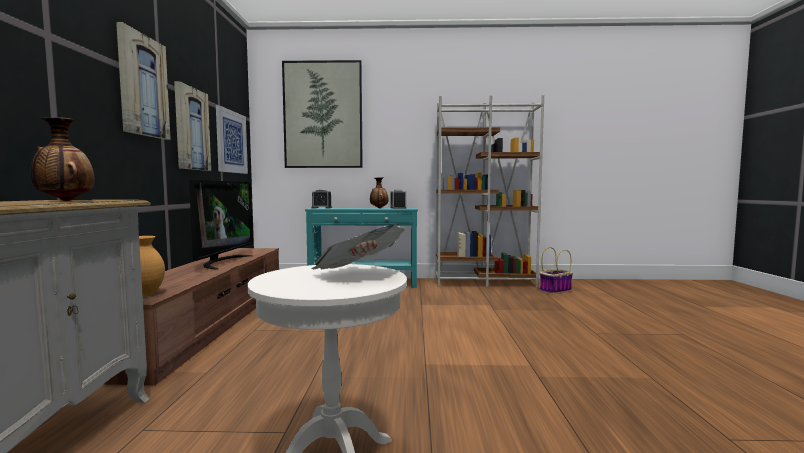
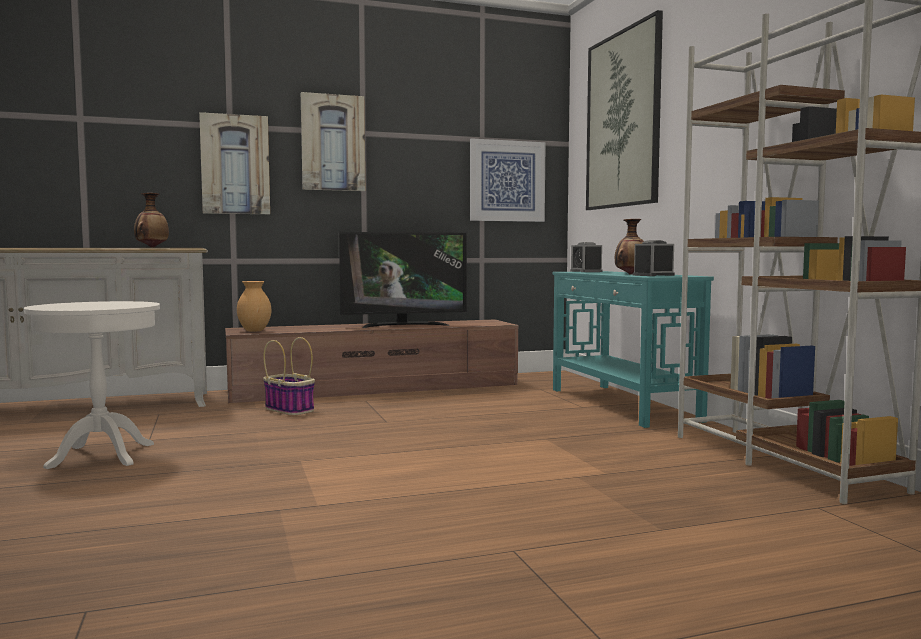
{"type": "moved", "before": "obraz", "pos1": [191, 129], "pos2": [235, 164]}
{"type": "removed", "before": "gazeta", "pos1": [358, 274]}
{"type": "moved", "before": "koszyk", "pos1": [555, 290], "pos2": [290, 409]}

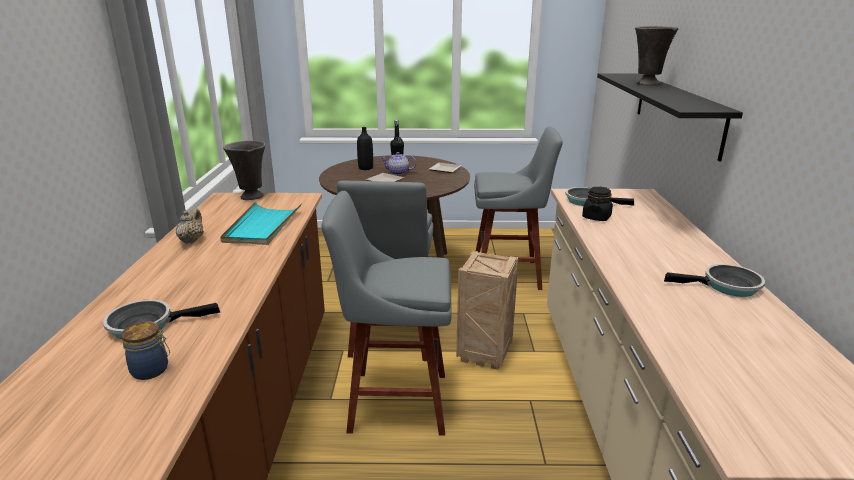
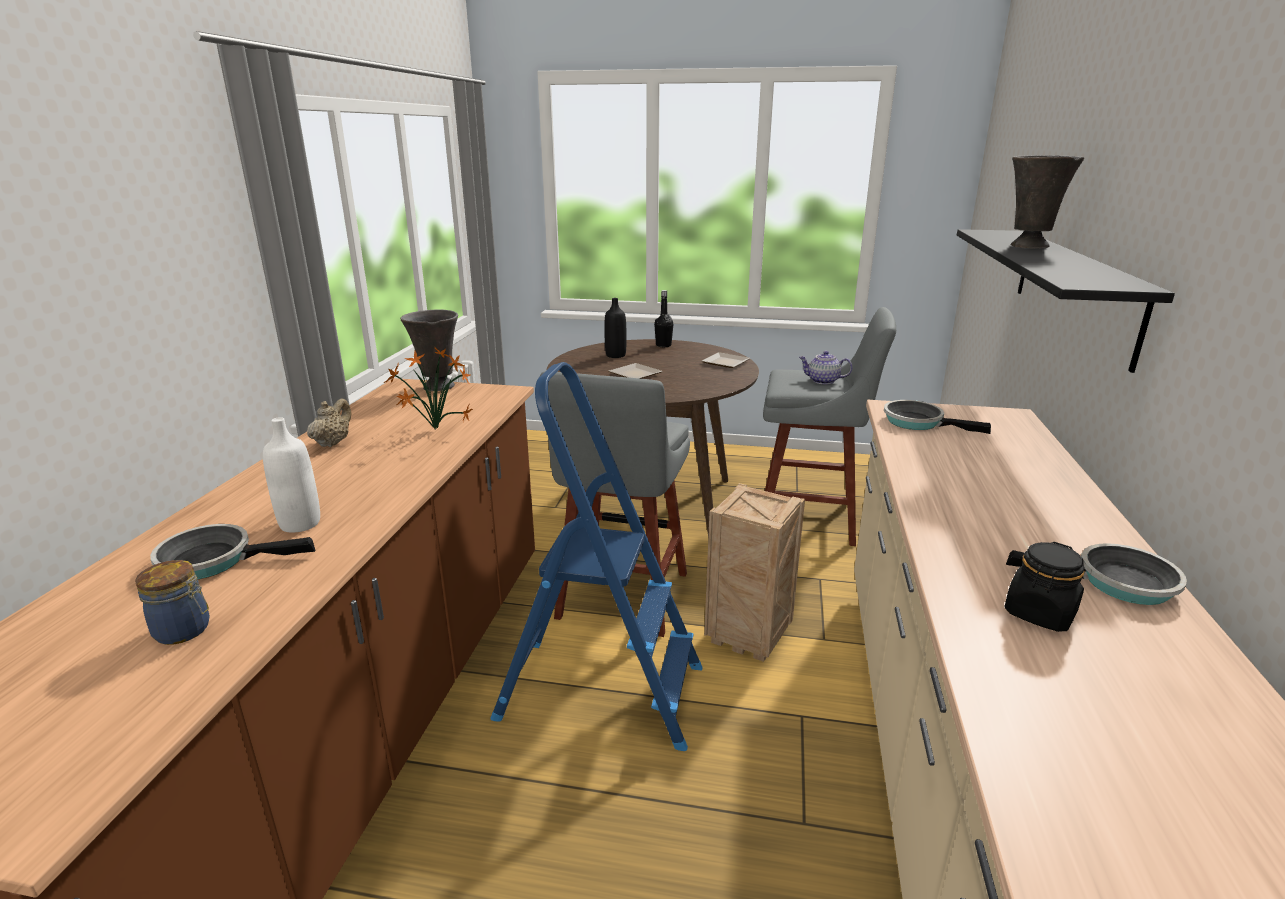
{"type": "replaced", "before": "taca (turkusowy)", "after": "roślina doniczkowa", "pos1": [262, 226], "pos2": [433, 429]}
{"type": "replaced", "before": "stołek (szary)", "after": "drabinka (niebieski)", "pos1": [395, 401], "pos2": [603, 692]}
{"type": "moved", "before": "imbryk", "pos1": [398, 172], "pos2": [823, 381]}
{"type": "moved", "before": "słoik (czarny)", "pos1": [596, 217], "pos2": [1039, 613]}
{"type": "added", "after": "butelka (biały)", "pos2": [300, 523]}

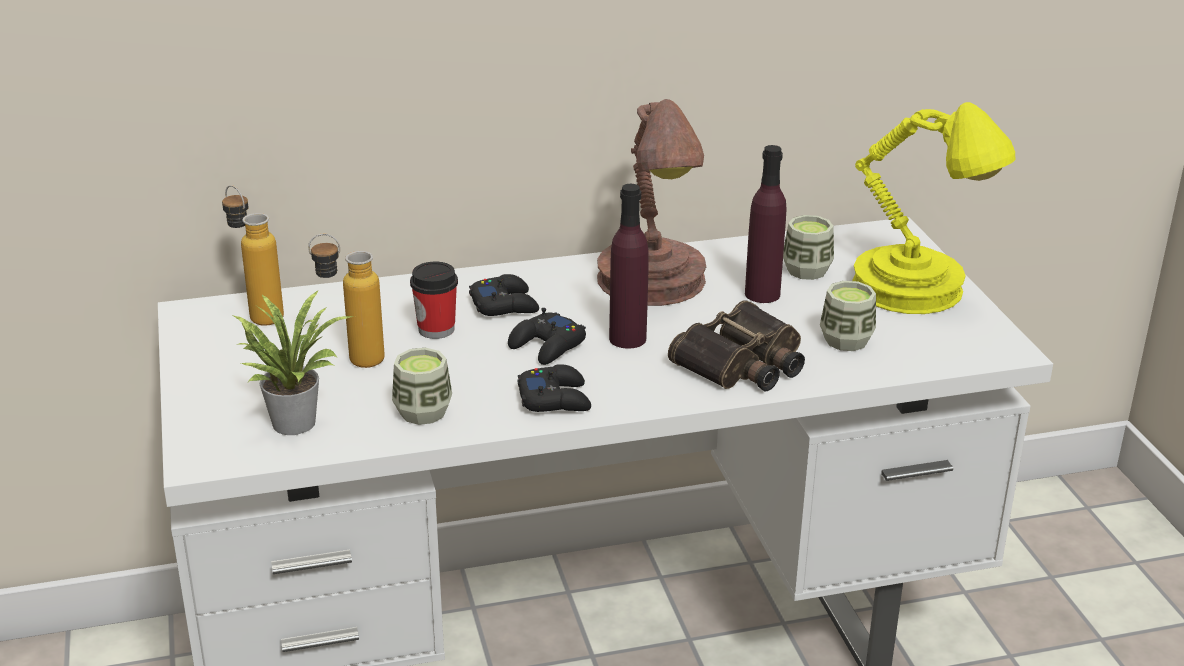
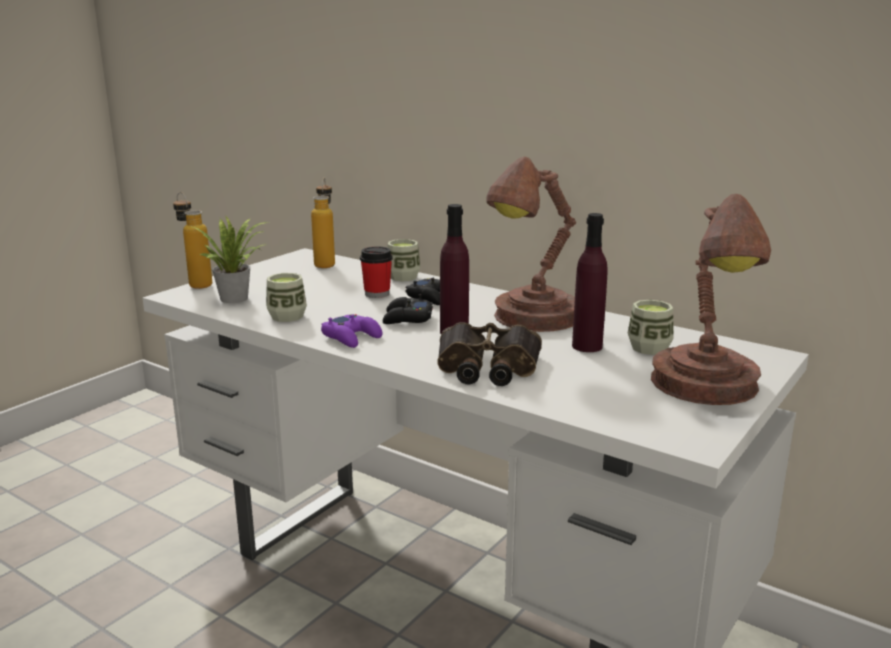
{"type": "moved", "before": "butelka", "pos1": [352, 360], "pos2": [196, 283]}
{"type": "recoloured", "before": "pad do gier (czarny)", "after": "pad do gier (fioletowy)", "pos1": [555, 399], "pos2": [352, 337]}
{"type": "moved", "before": "filiżanka", "pos1": [846, 340], "pos2": [403, 277]}
{"type": "recoloured", "before": "lampa stołowa (żółty)", "after": "lampa stołowa (brązowy)", "pos1": [916, 290], "pos2": [706, 386]}

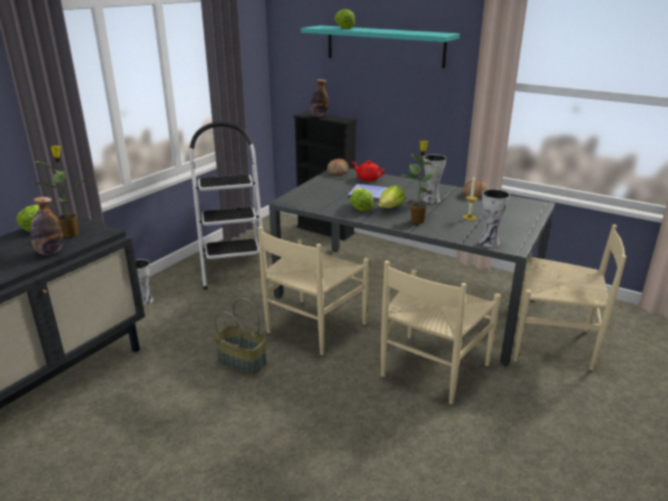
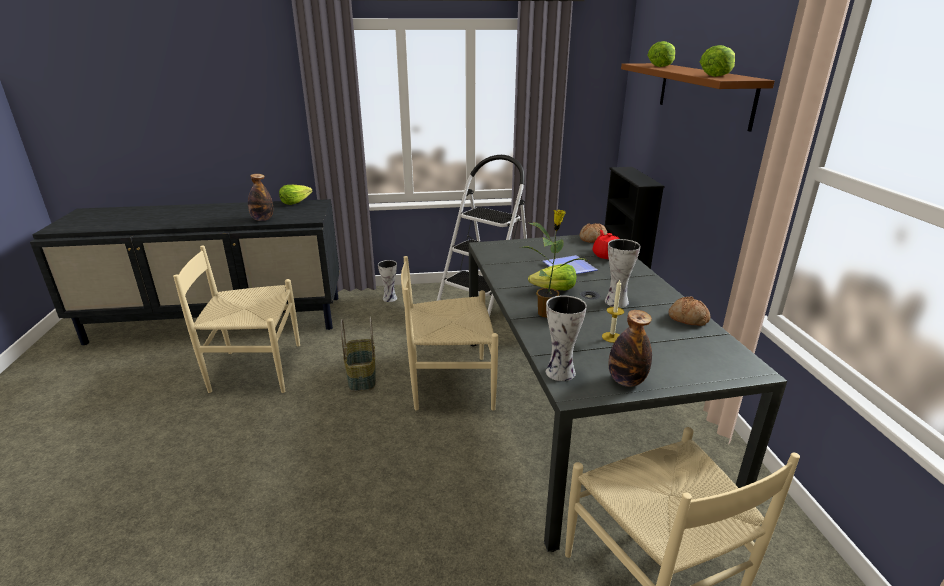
{"type": "removed", "before": "roślina doniczkowa", "pos1": [71, 234]}
{"type": "recoloured", "before": "półka (turkusowy)", "after": "półka (brązowy)", "pos1": [384, 46], "pos2": [703, 93]}
{"type": "moved", "before": "butelka", "pos1": [319, 116], "pos2": [626, 381]}
{"type": "moved", "before": "sałata", "pos1": [360, 207], "pos2": [716, 75]}
{"type": "moved", "before": "krzesło (beżowy)", "pos1": [431, 370], "pos2": [255, 369]}

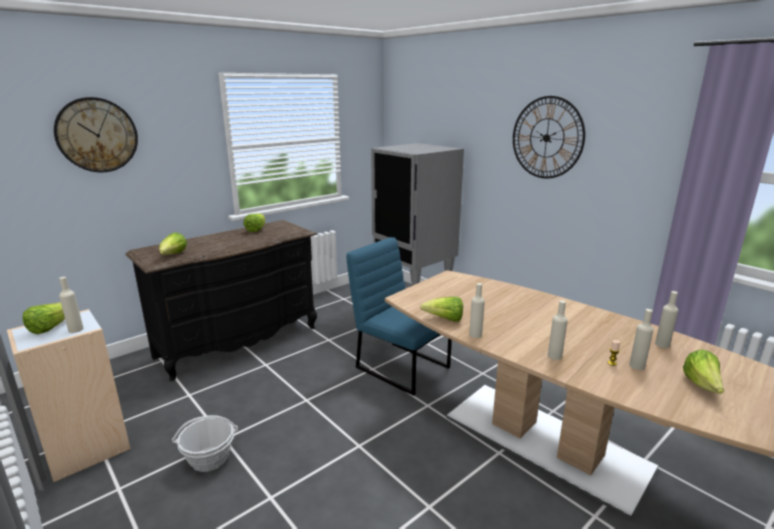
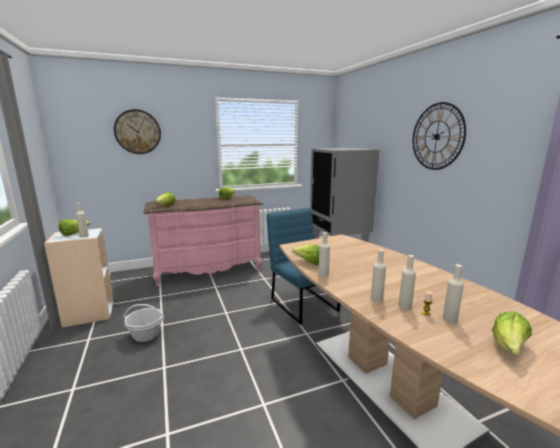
{"type": "recoloured", "before": "komoda (czarny)", "after": "komoda (różowy)", "pos1": [240, 342], "pos2": [209, 271]}
{"type": "moved", "before": "butelka (beżowy)", "pos1": [662, 344], "pos2": [405, 306]}

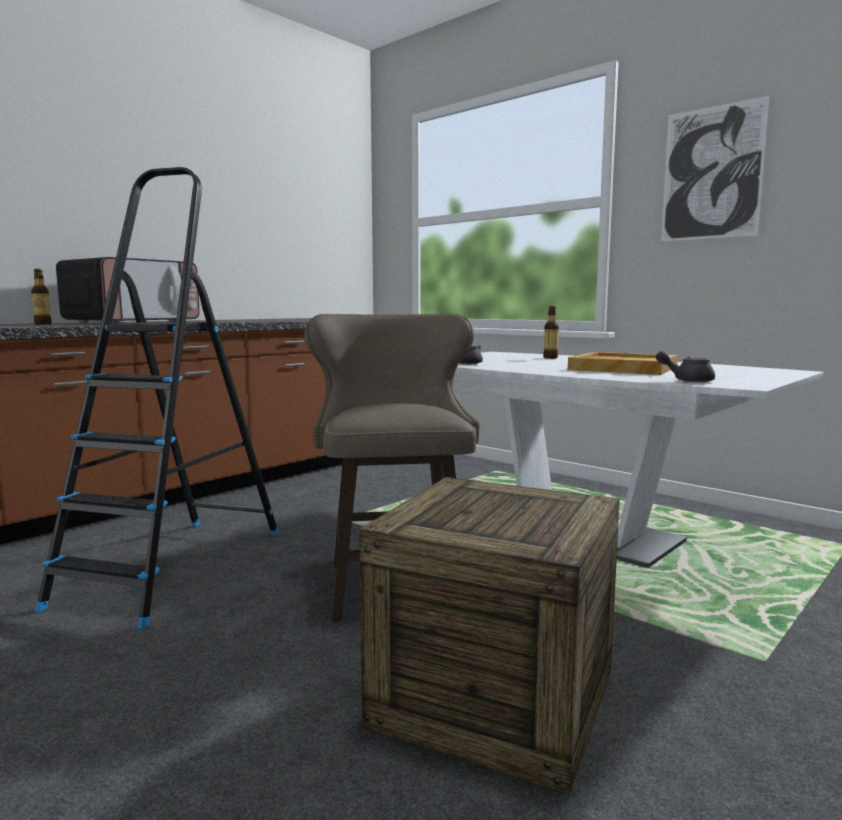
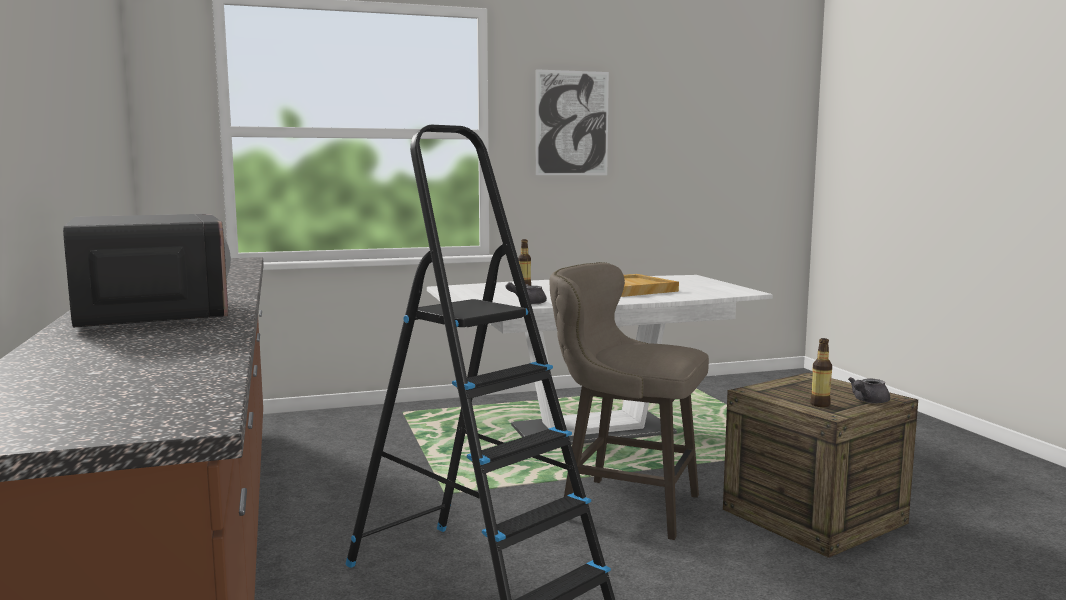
{"type": "moved", "before": "butelka", "pos1": [43, 324], "pos2": [820, 404]}
{"type": "moved", "before": "imbryk (szary)", "pos1": [687, 380], "pos2": [867, 401]}

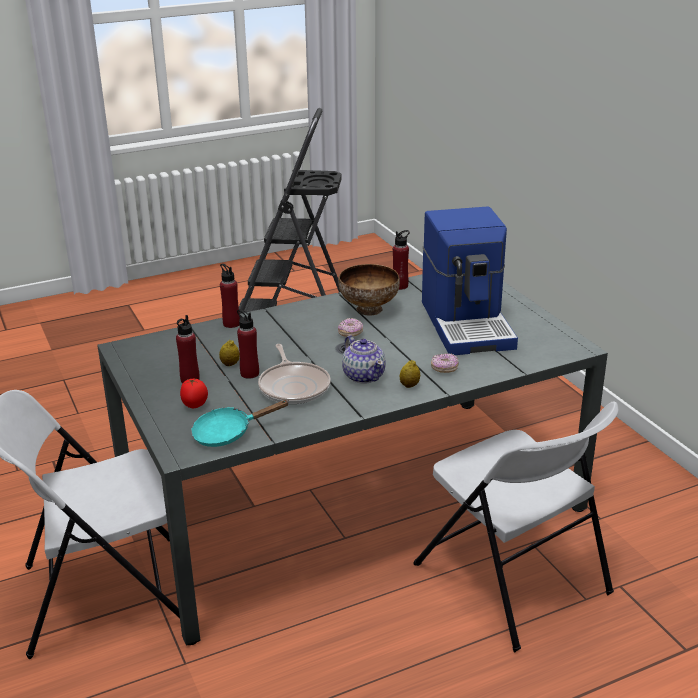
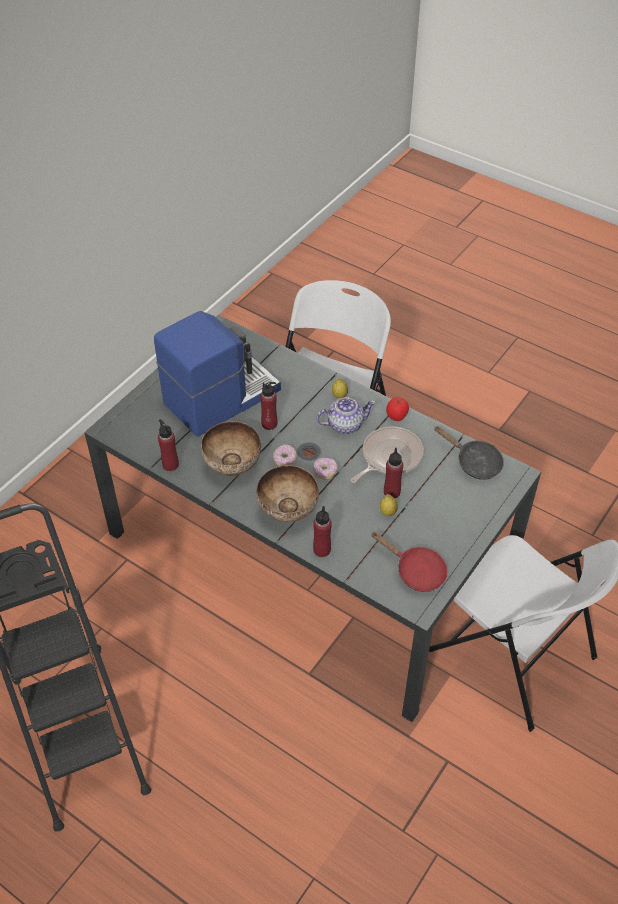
{"type": "moved", "before": "butelka (czerwony)", "pos1": [190, 380], "pos2": [269, 424]}
{"type": "moved", "before": "pomidor", "pos1": [194, 406], "pos2": [397, 416]}
{"type": "recoloured", "before": "patelnia (turkusowy)", "after": "patelnia (czarny)", "pos1": [228, 433], "pos2": [474, 462]}
{"type": "turned", "before": "imbryk", "pos1": [364, 376], "pos2": [344, 424], "turn": 45}
{"type": "moved", "before": "donut", "pos1": [444, 369], "pos2": [325, 471]}
{"type": "added", "after": "miska", "pos2": [287, 512]}
{"type": "added", "after": "patelnia (czerwony)", "pos2": [416, 571]}

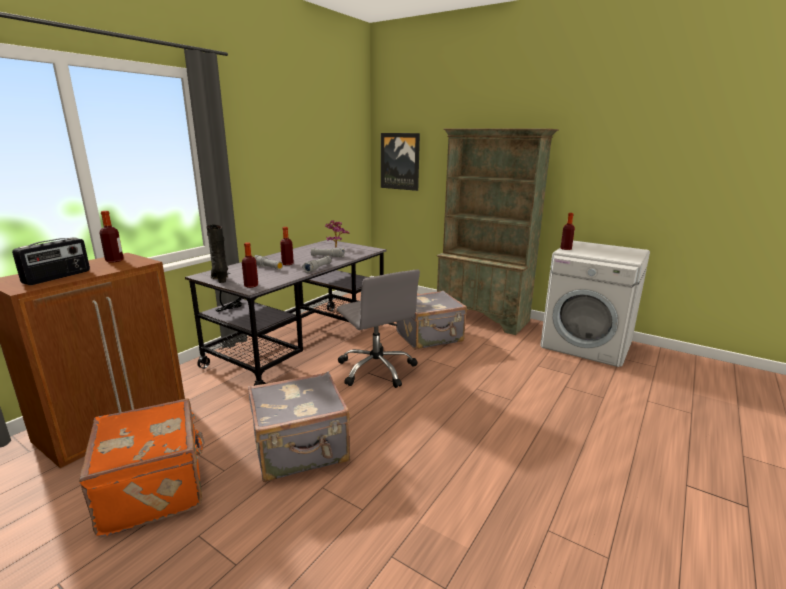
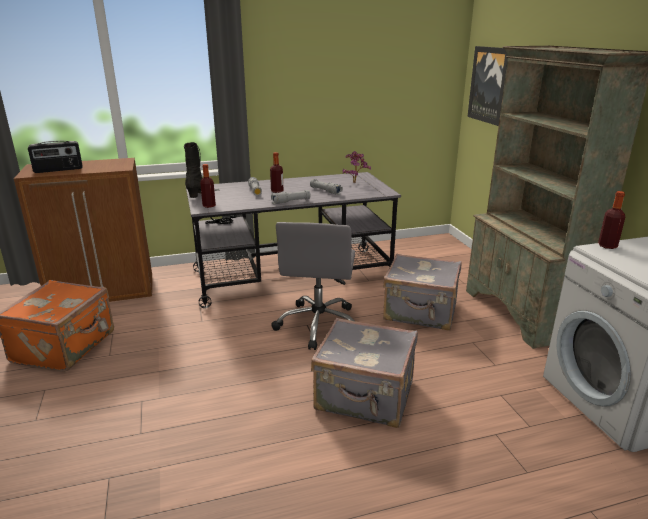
{"type": "removed", "before": "butelka", "pos1": [114, 260]}
{"type": "moved", "before": "walizka (szary)", "pos1": [301, 450], "pos2": [365, 397]}

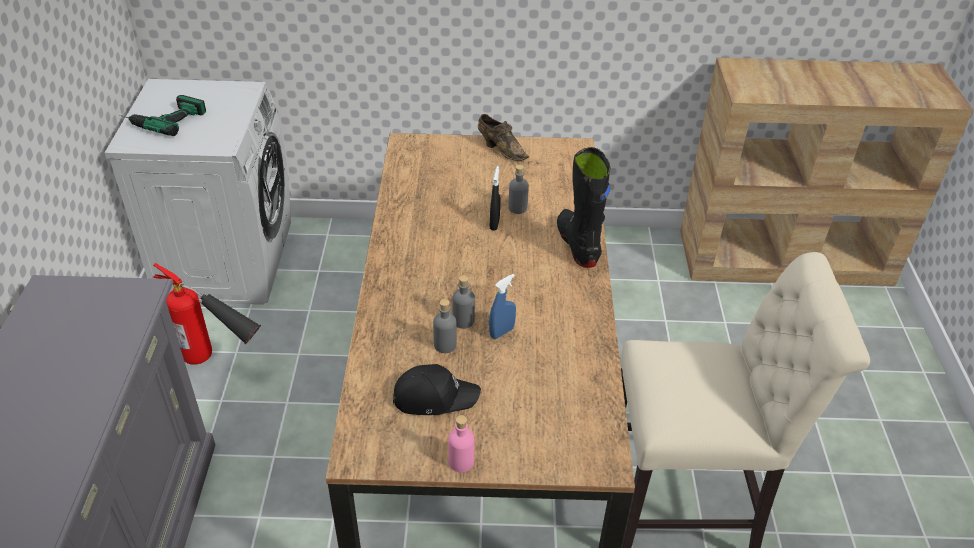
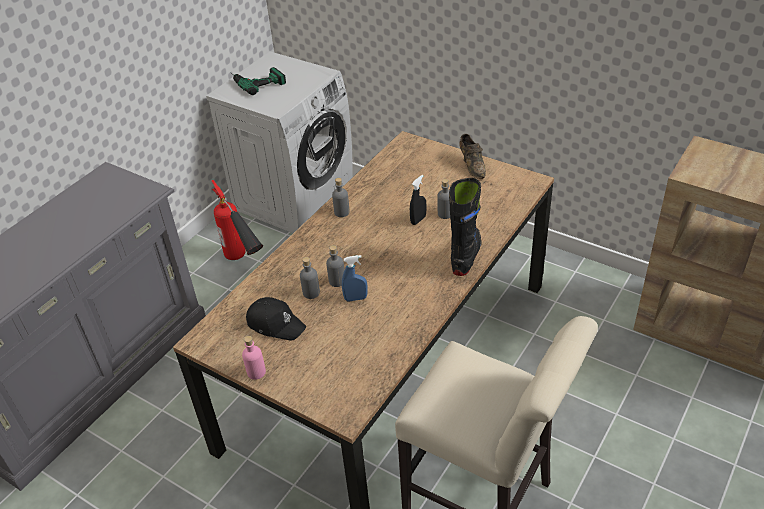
{"type": "added", "after": "butelka (szary)", "pos2": [342, 212]}

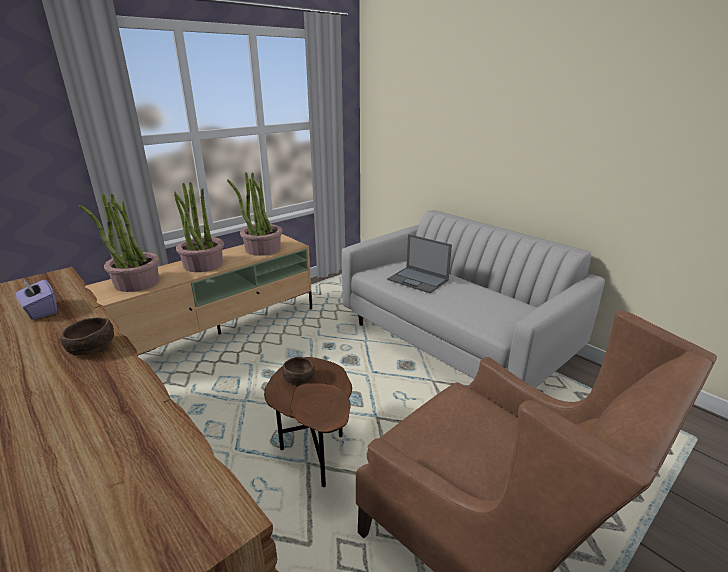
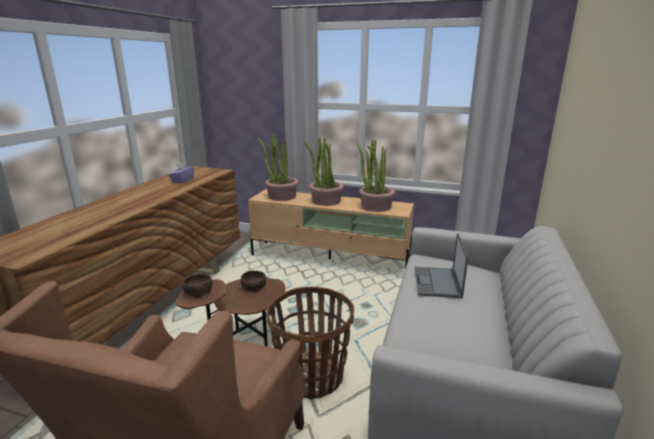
{"type": "moved", "before": "miska (brązowy)", "pos1": [91, 348], "pos2": [197, 292]}
{"type": "added", "after": "koszyk", "pos2": [312, 377]}

